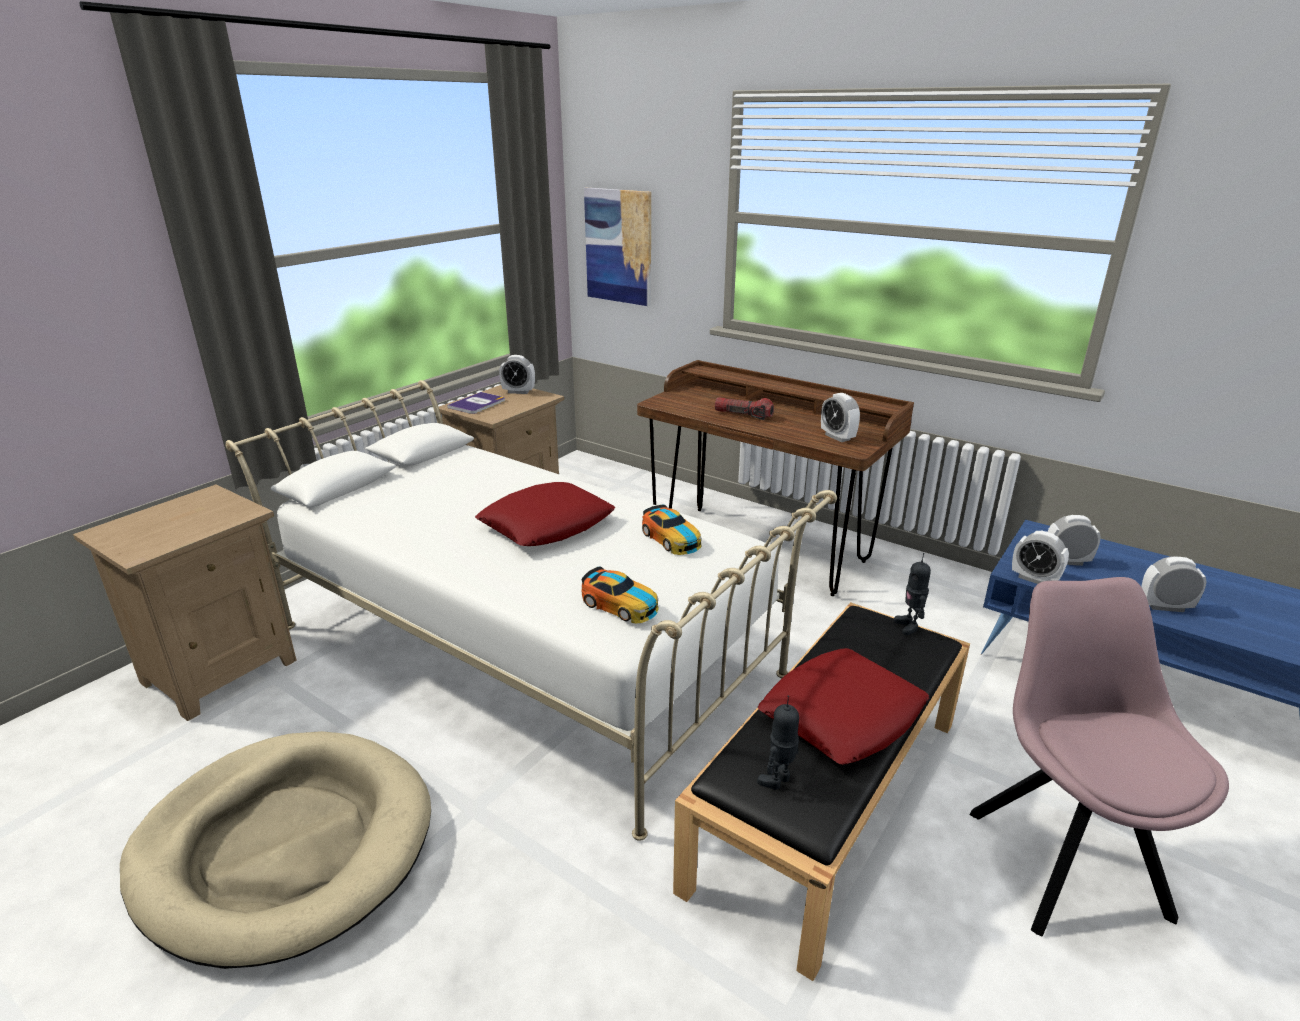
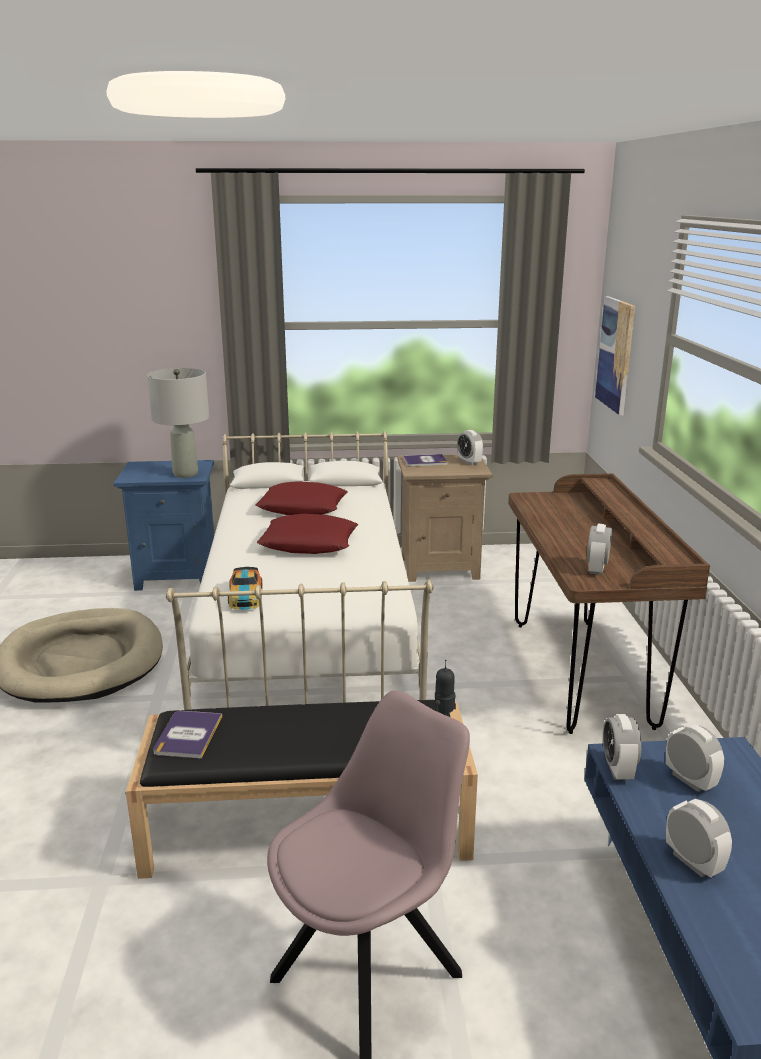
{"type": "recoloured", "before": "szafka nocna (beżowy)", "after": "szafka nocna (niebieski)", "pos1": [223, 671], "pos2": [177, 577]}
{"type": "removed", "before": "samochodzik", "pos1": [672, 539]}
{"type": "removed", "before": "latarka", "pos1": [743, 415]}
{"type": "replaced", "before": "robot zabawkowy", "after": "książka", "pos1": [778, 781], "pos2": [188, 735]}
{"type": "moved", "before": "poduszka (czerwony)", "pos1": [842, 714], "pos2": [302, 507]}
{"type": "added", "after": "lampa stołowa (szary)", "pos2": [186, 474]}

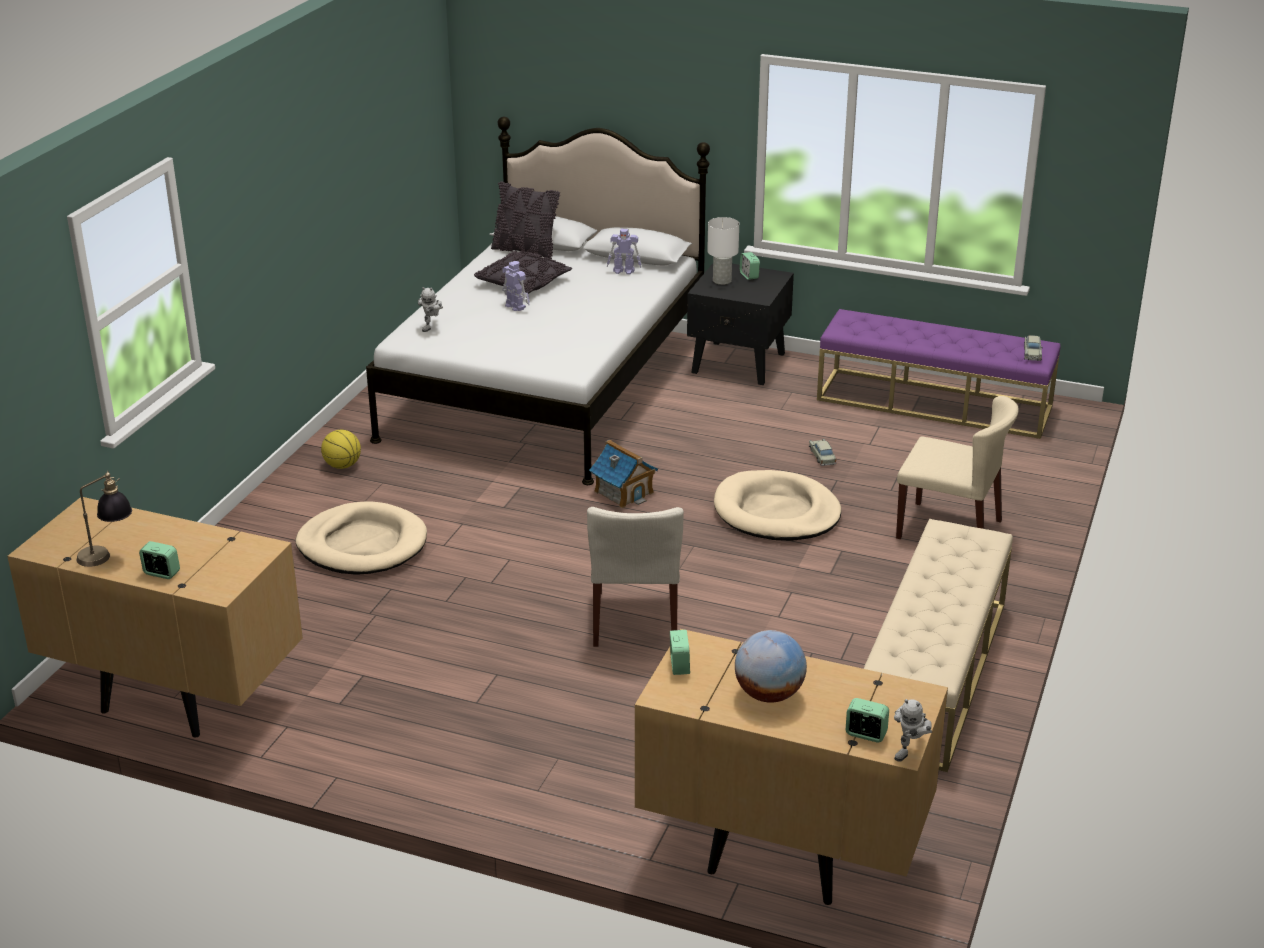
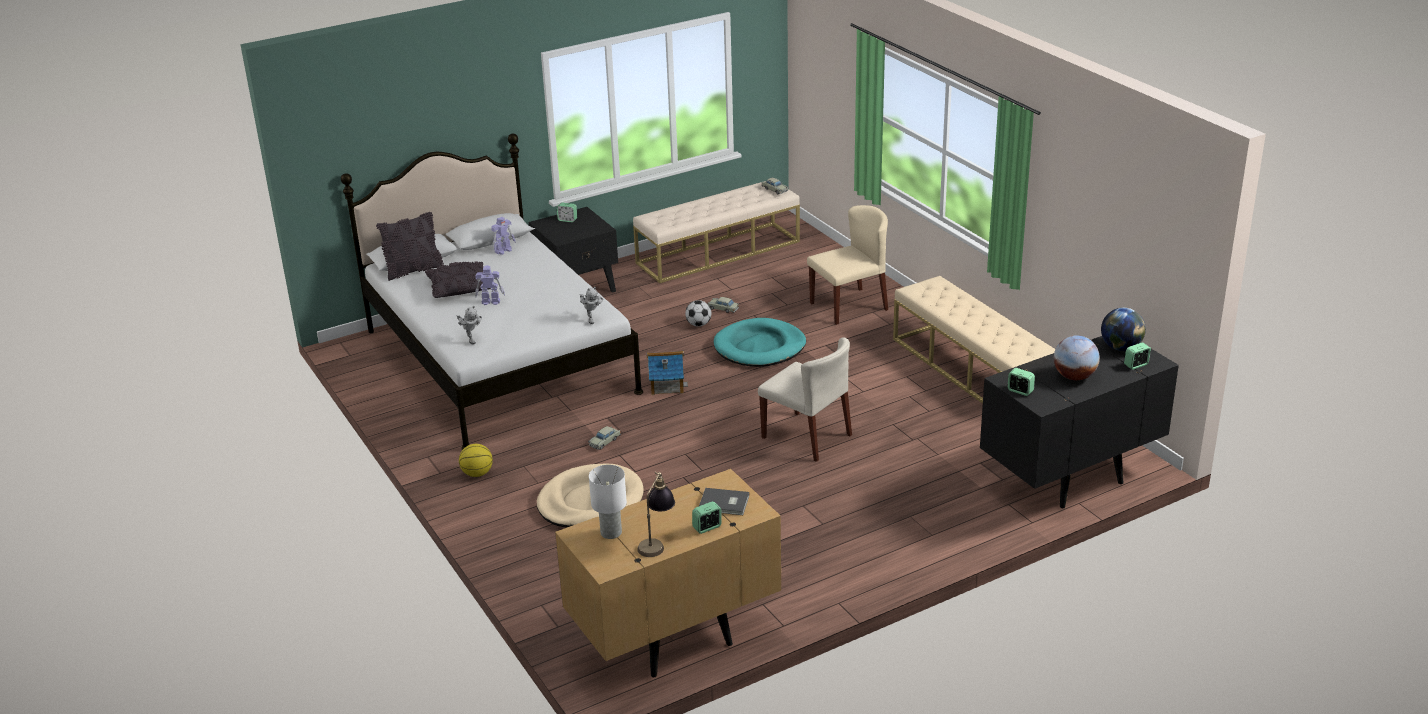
{"type": "recoloured", "before": "komoda (beżowy)", "after": "komoda (czarny)", "pos1": [781, 855], "pos2": [1069, 480]}
{"type": "moved", "before": "lampa stołowa (biały)", "pos1": [722, 281], "pos2": [611, 532]}
{"type": "recoloured", "before": "legowisko (beżowy)", "after": "legowisko (turkusowy)", "pos1": [776, 512], "pos2": [760, 347]}
{"type": "recoloured", "before": "ławka (fioletowy)", "after": "ławka (beżowy)", "pos1": [934, 403], "pos2": [718, 252]}
{"type": "moved", "before": "robot zabawkowy", "pos1": [910, 751], "pos2": [591, 319]}
{"type": "added", "after": "samochodzik (beżowy)", "pos2": [605, 441]}
{"type": "added", "after": "piłka futbolowa", "pos2": [698, 324]}
{"type": "added", "after": "książka (szary)", "pos2": [724, 504]}
{"type": "added", "after": "globus", "pos2": [1121, 348]}

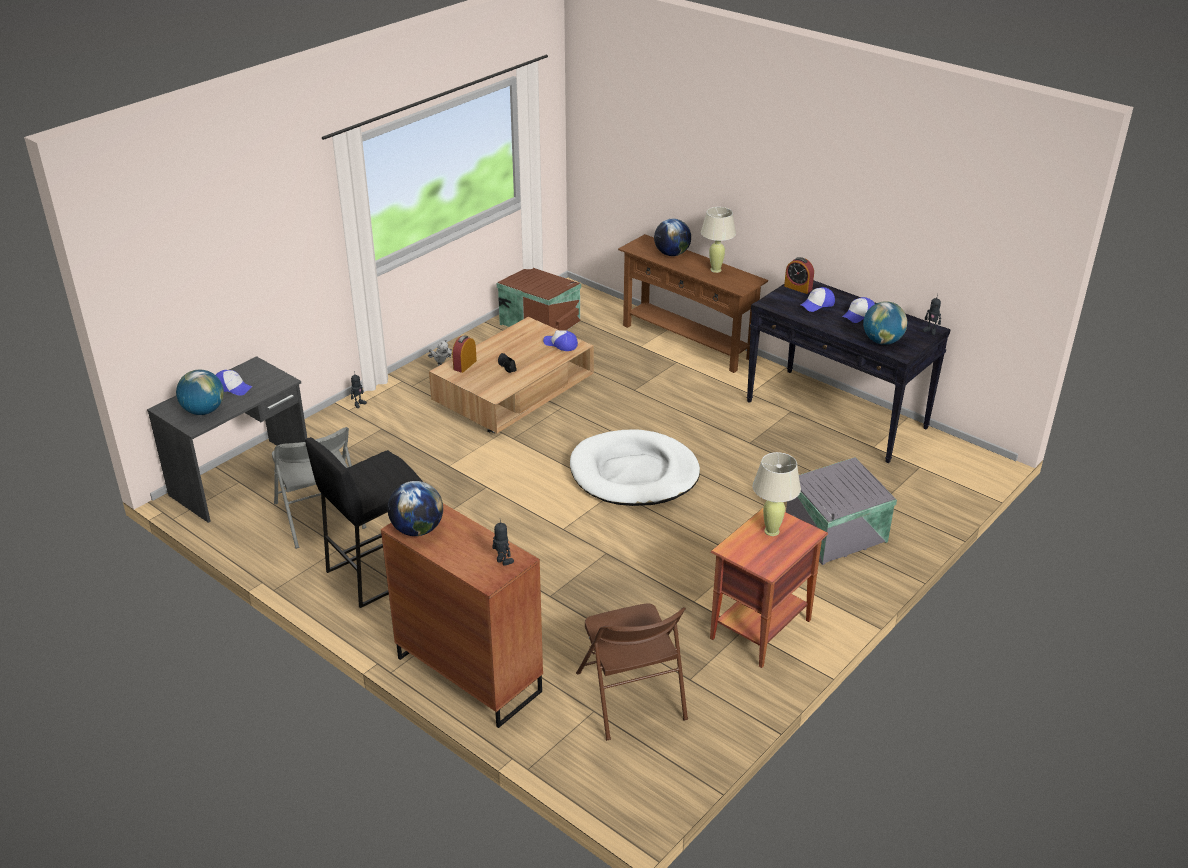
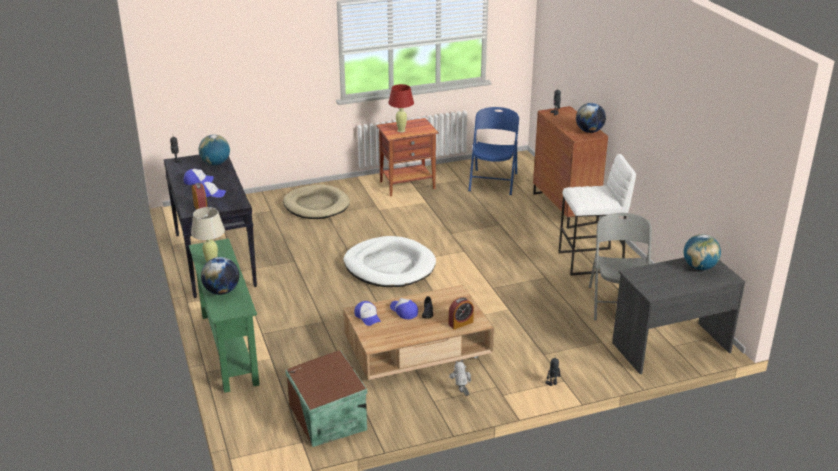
{"type": "moved", "before": "czapka z daszkiem", "pos1": [232, 387], "pos2": [403, 311]}
{"type": "recoloured", "before": "stołek (czarny)", "after": "stołek (biały)", "pos1": [379, 571], "pos2": [590, 262]}
{"type": "recoloured", "before": "krzesło (brązowy)", "after": "krzesło (niebieski)", "pos1": [630, 696], "pos2": [493, 182]}
{"type": "recoloured", "before": "stolik konsolowy (brązowy)", "after": "stolik konsolowy (zielony)", "pos1": [687, 341], "pos2": [228, 349]}
{"type": "recoloured", "before": "lampa stołowa (beżowy)", "after": "lampa stołowa (czerwony)", "pos1": [771, 531], "pos2": [401, 130]}
{"type": "replaced", "before": "pojemnik do przechowywania (szary)", "after": "legowisko (beżowy)", "pos1": [837, 534], "pos2": [316, 205]}

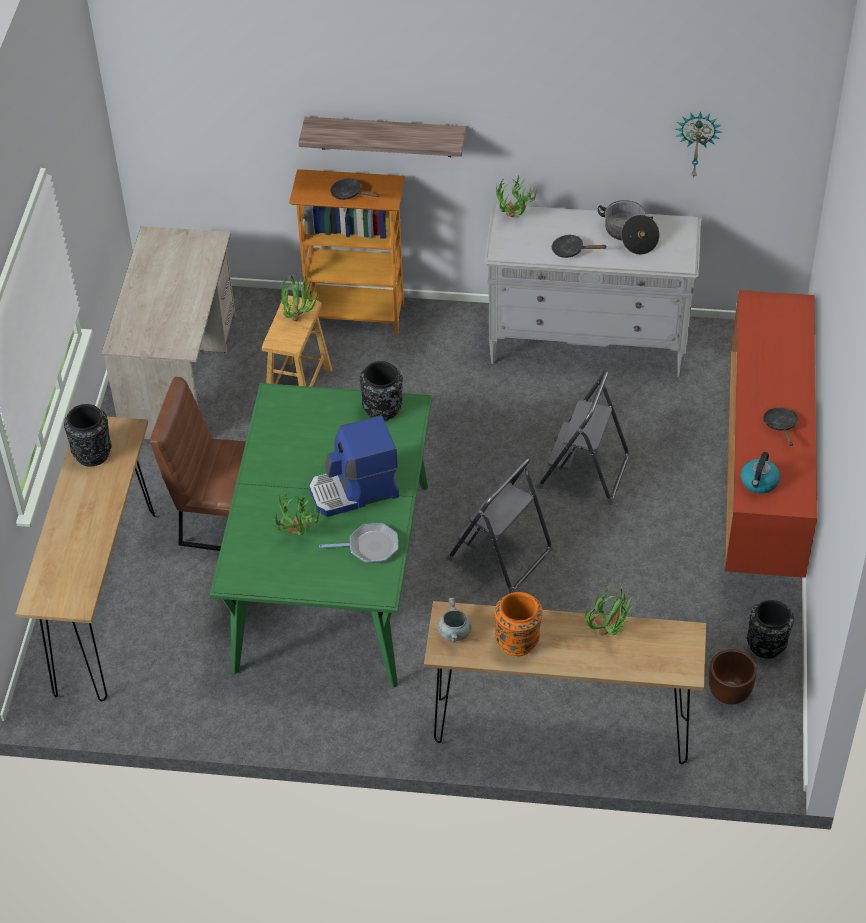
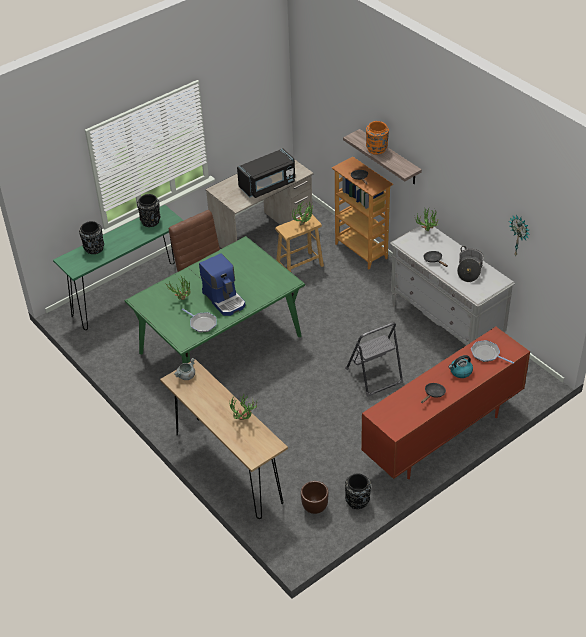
{"type": "recoloured", "before": "stolik konsolowy (brązowy)", "after": "stolik konsolowy (zielony)", "pos1": [105, 602], "pos2": [130, 296]}
{"type": "turned", "before": "ekspres do kawy", "pos1": [354, 491], "pos2": [224, 299], "turn": -150}
{"type": "moved", "before": "wazon (czarny)", "pos1": [383, 409], "pos2": [94, 249]}
{"type": "removed", "before": "drabinka (szary)", "pos1": [502, 555]}
{"type": "moved", "before": "wazon (pomarańczowy)", "pos1": [518, 641], "pos2": [377, 149]}
{"type": "moved", "before": "czajnik", "pos1": [759, 482], "pos2": [460, 372]}
{"type": "added", "after": "mikrofalówka (czarny)", "pos2": [268, 185]}
{"type": "added", "after": "patelnia", "pos2": [487, 354]}

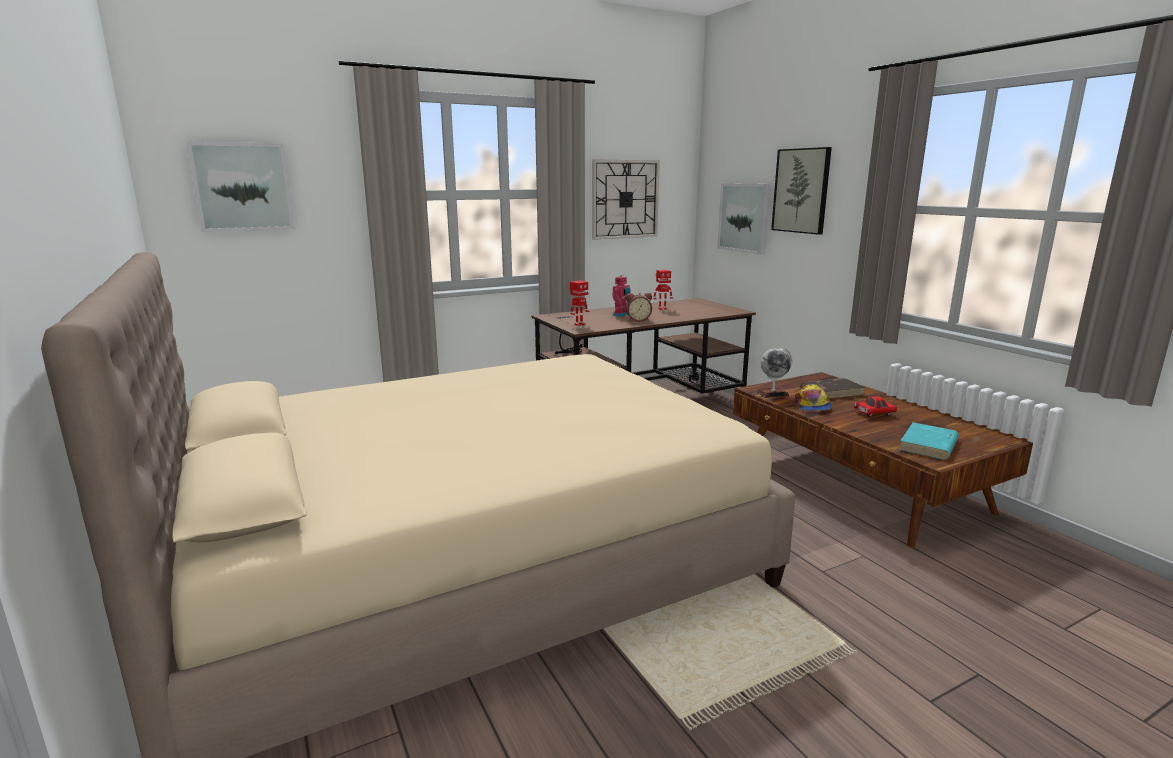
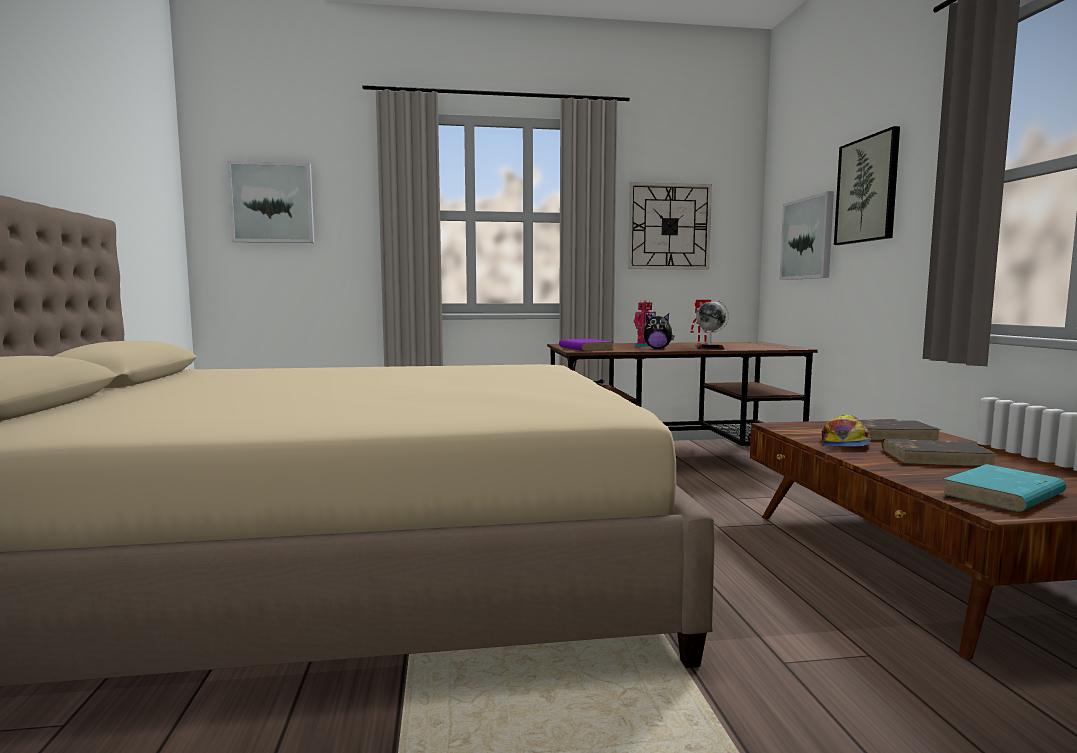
{"type": "replaced", "before": "robot zabawkowy", "after": "książka (fioletowy)", "pos1": [579, 324], "pos2": [585, 348]}
{"type": "replaced", "before": "budzik", "after": "pluszak", "pos1": [638, 320], "pos2": [657, 348]}
{"type": "moved", "before": "globus", "pos1": [773, 393], "pos2": [710, 348]}
{"type": "replaced", "before": "samochodzik (czerwony)", "after": "książka (brązowy)", "pos1": [874, 413], "pos2": [936, 457]}

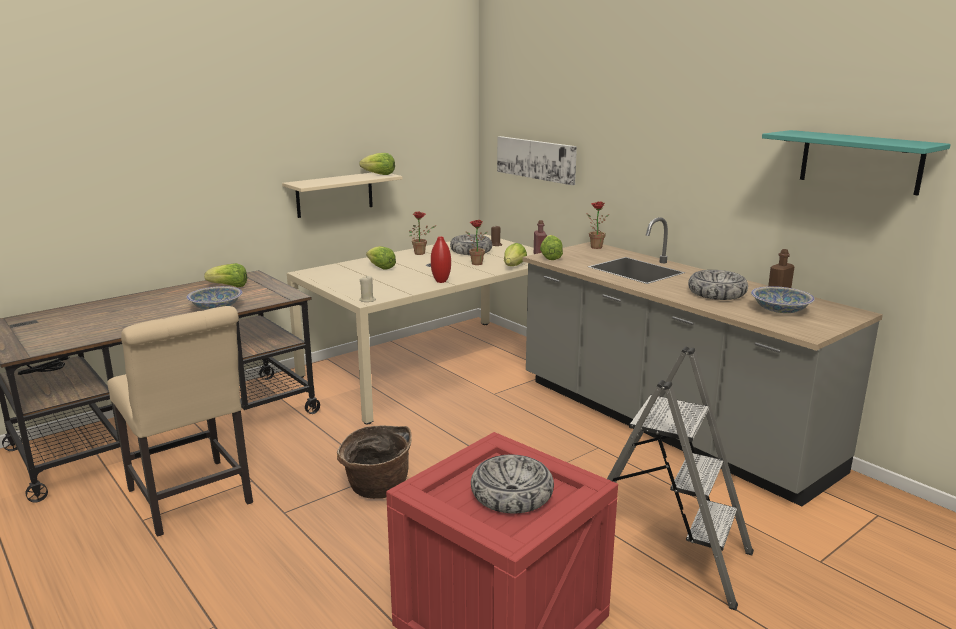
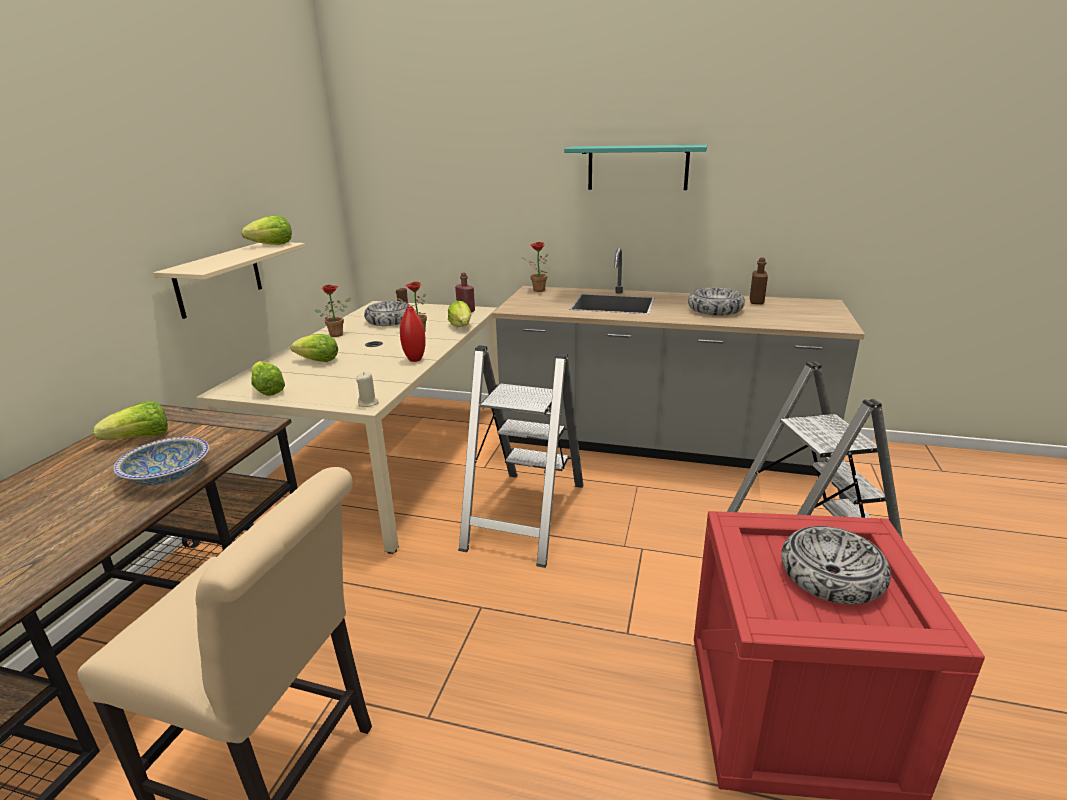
{"type": "removed", "before": "koszyk", "pos1": [376, 489]}
{"type": "removed", "before": "obraz", "pos1": [536, 159]}
{"type": "moved", "before": "sałata", "pos1": [550, 257], "pos2": [268, 390]}
{"type": "removed", "before": "miska", "pos1": [780, 310]}
{"type": "moved", "before": "półka (turkusowy)", "pos1": [860, 161], "pos2": [637, 167]}
{"type": "added", "after": "drabinka (szary)", "pos2": [524, 516]}

